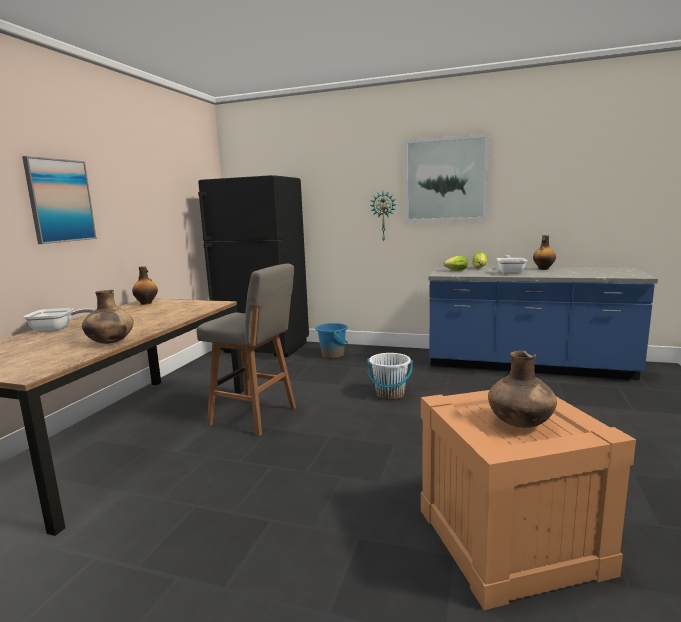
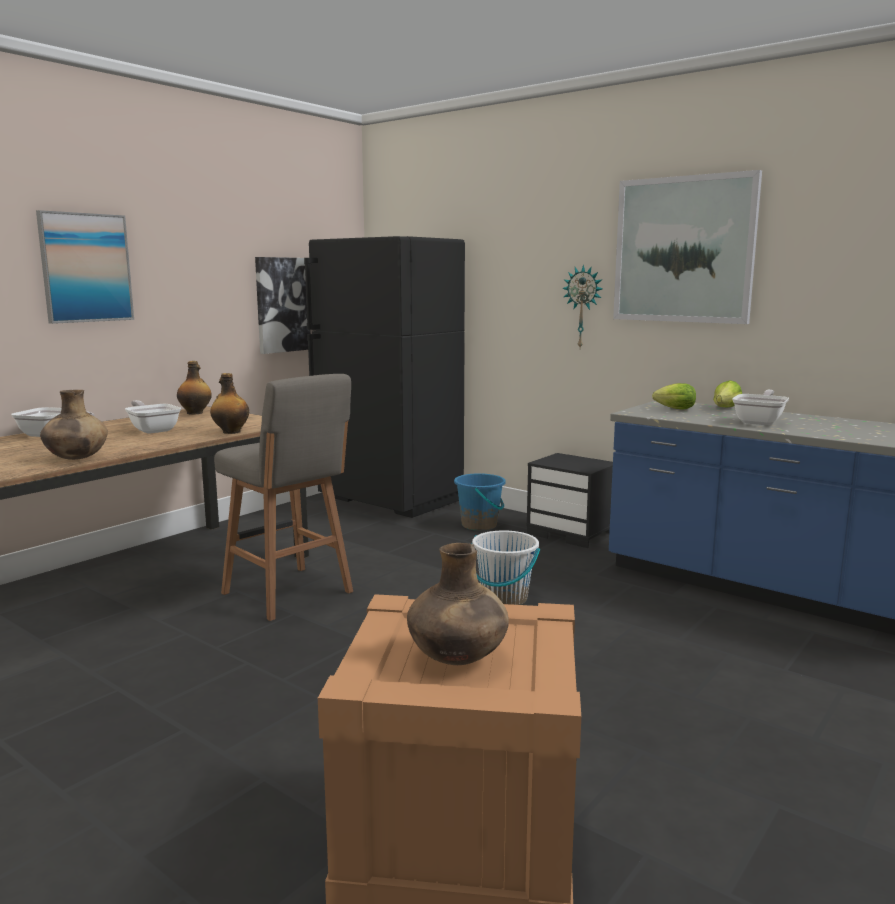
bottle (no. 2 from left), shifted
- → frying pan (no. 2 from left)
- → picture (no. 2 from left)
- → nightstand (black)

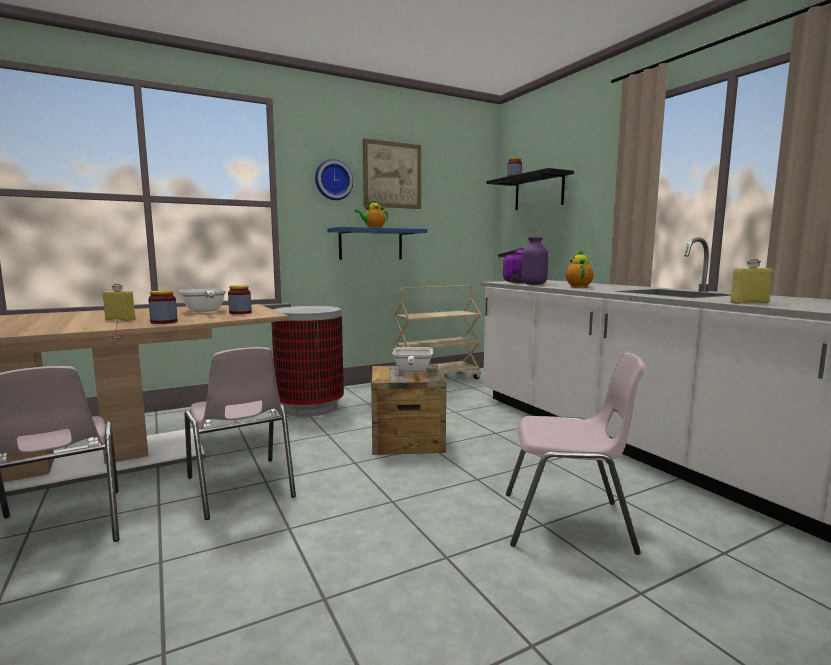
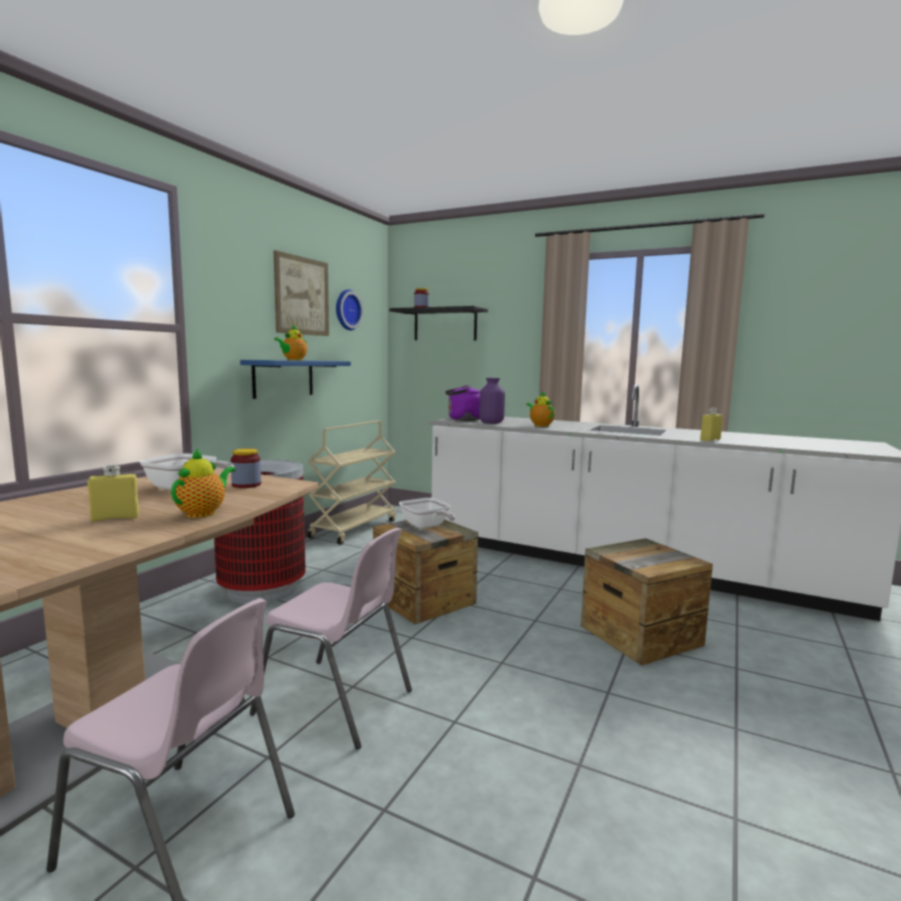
jar (no. 1 from left) → teapot (no. 1 from left)
wall clock, shifted
chair (pink) (no. 3 from left) → crate (no. 2 from left)

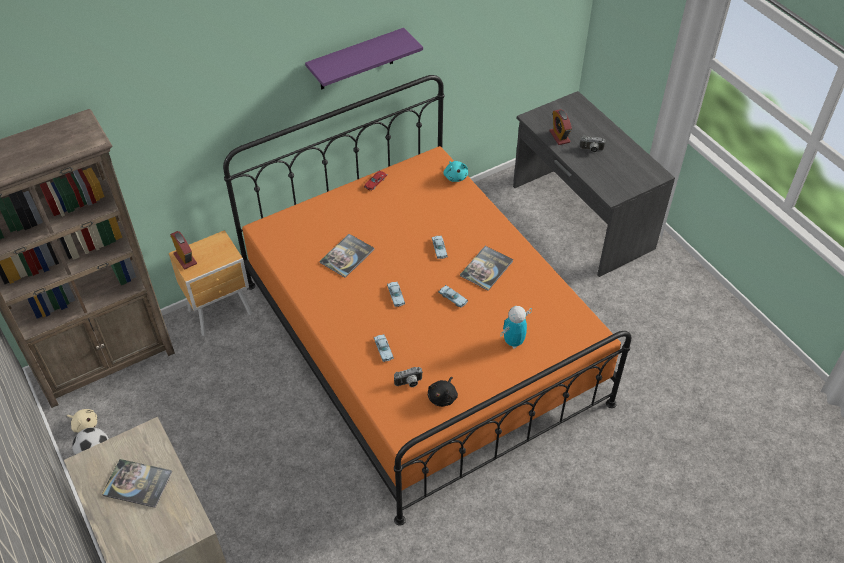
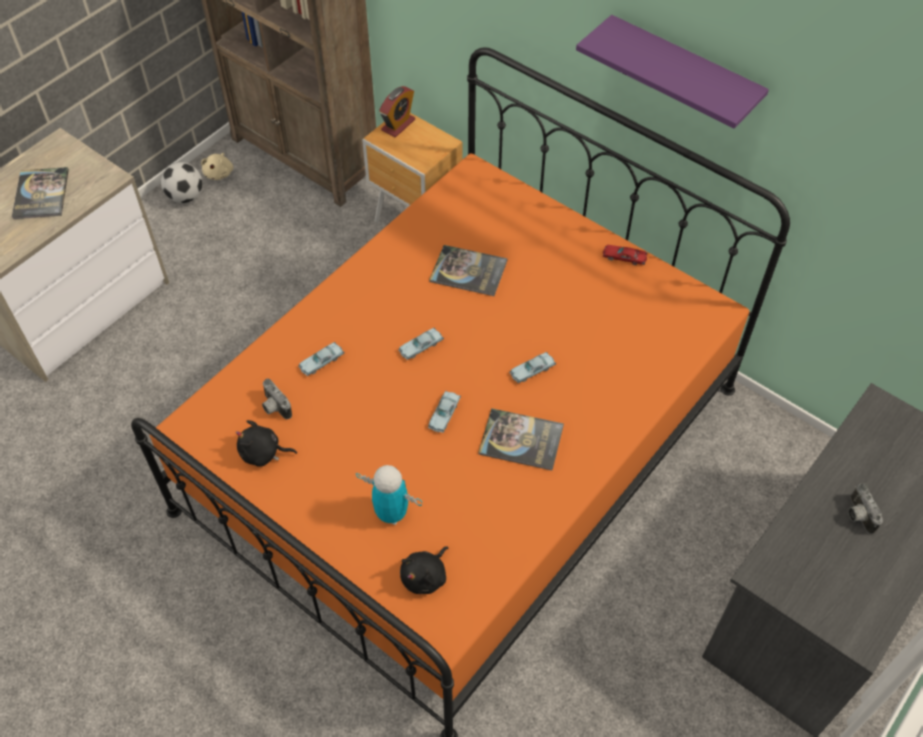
plush toy (turquoise) → -
alarm clock (no. 2 from left) → -
- → plush toy (black) (no. 2 from left)

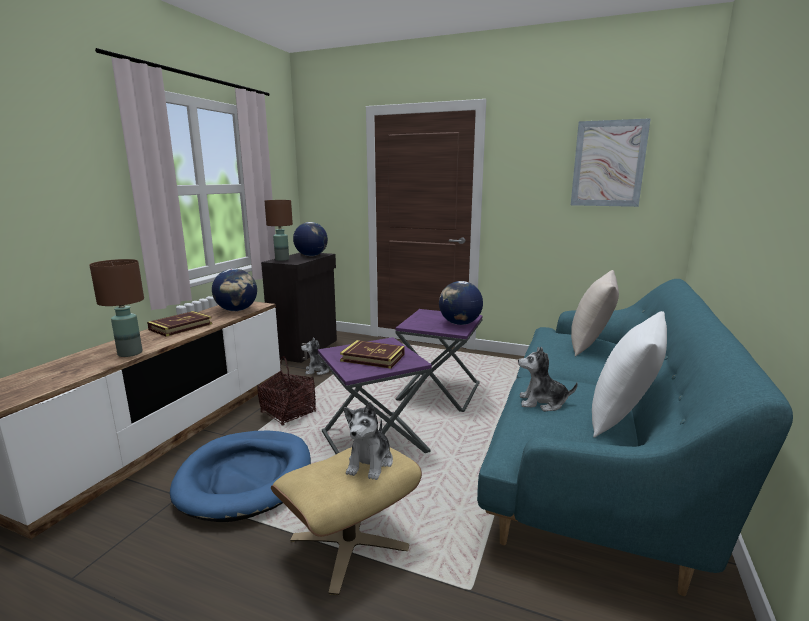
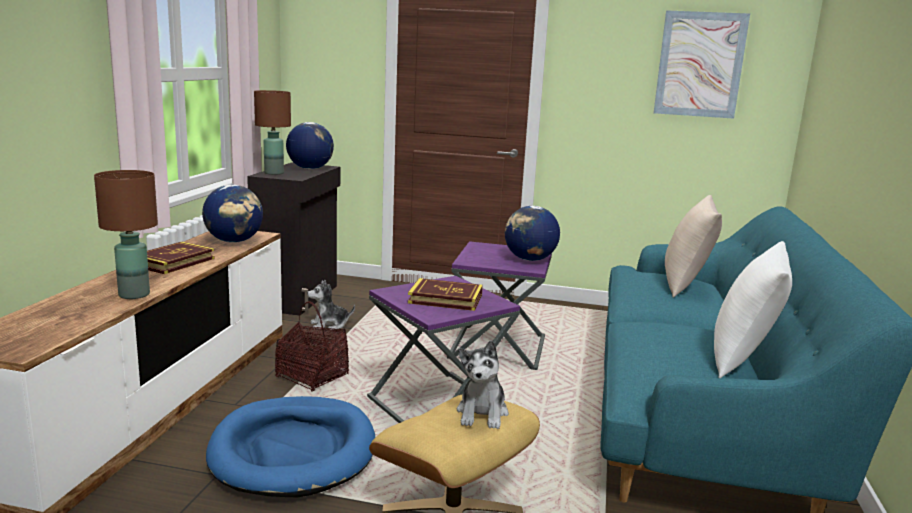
plush toy (no. 3 from left) → -

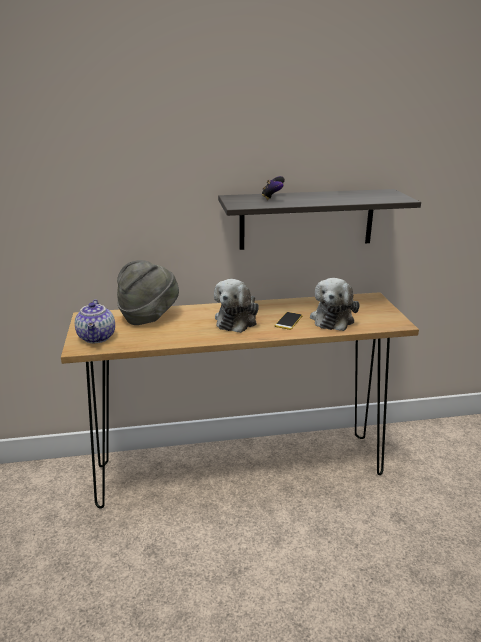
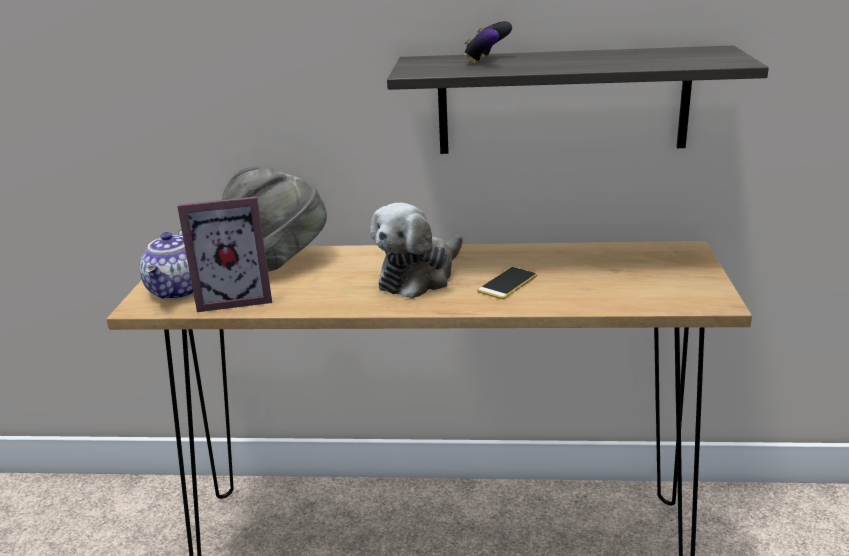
plush toy (no. 2 from left) → -
- → picture frame

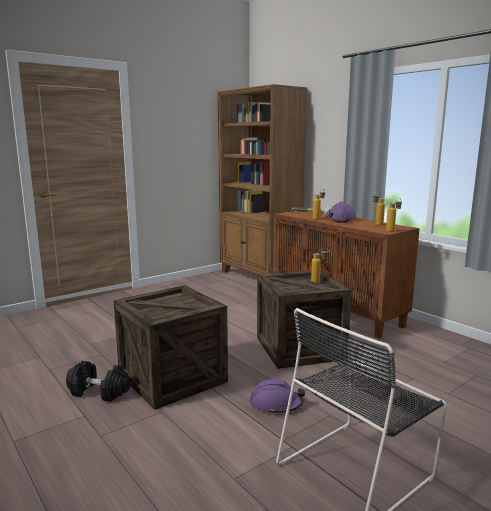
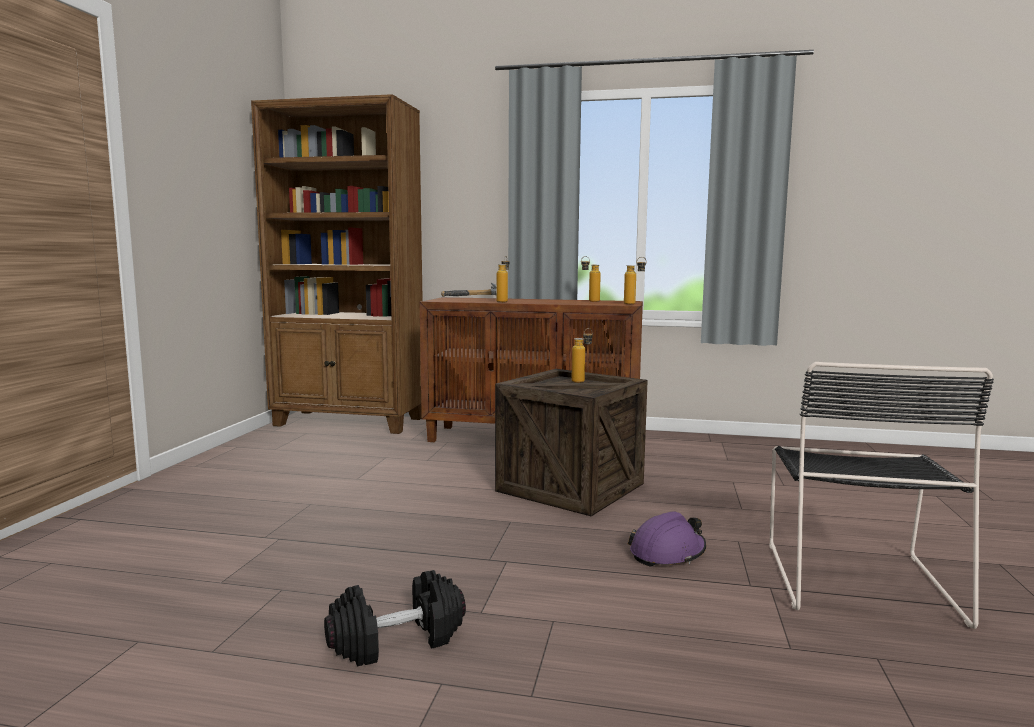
crate (no. 1 from left) → -
hard hat (purple) (no. 2 from left) → -

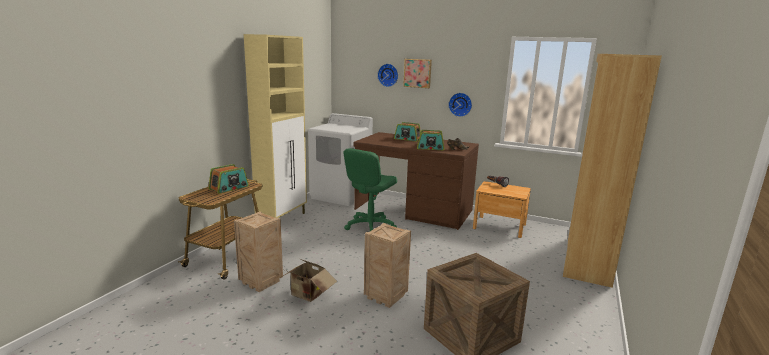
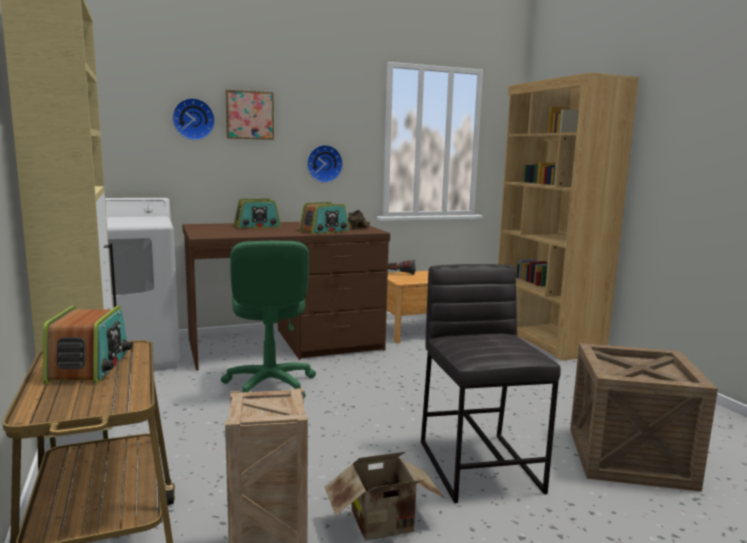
crate (no. 2 from left) → stool (grey)

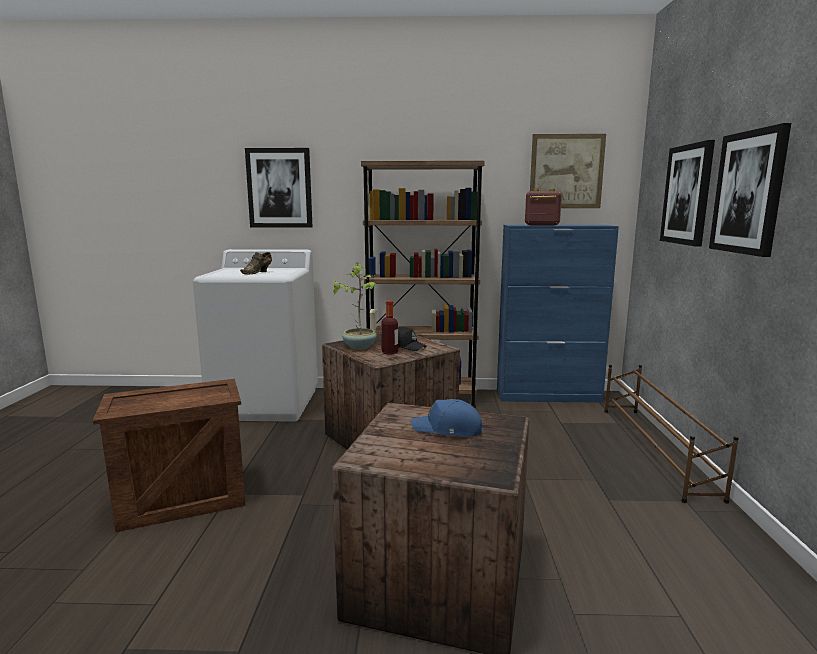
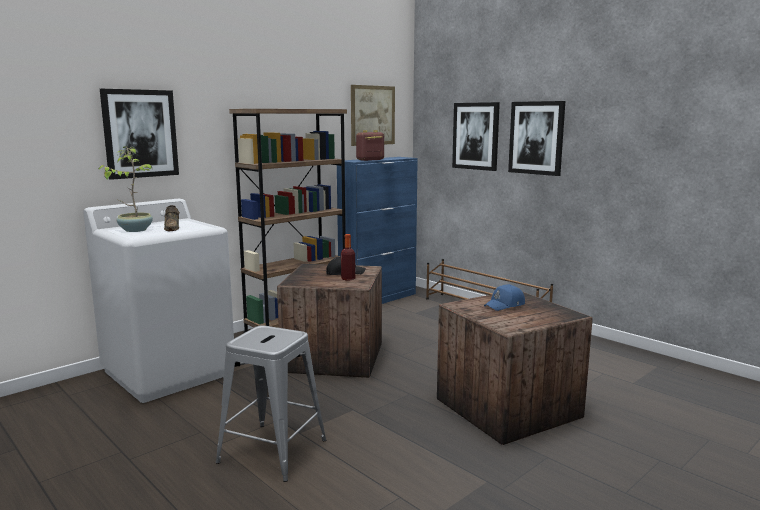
crate (no. 1 from left) → stool (grey)
potted plant, shifted

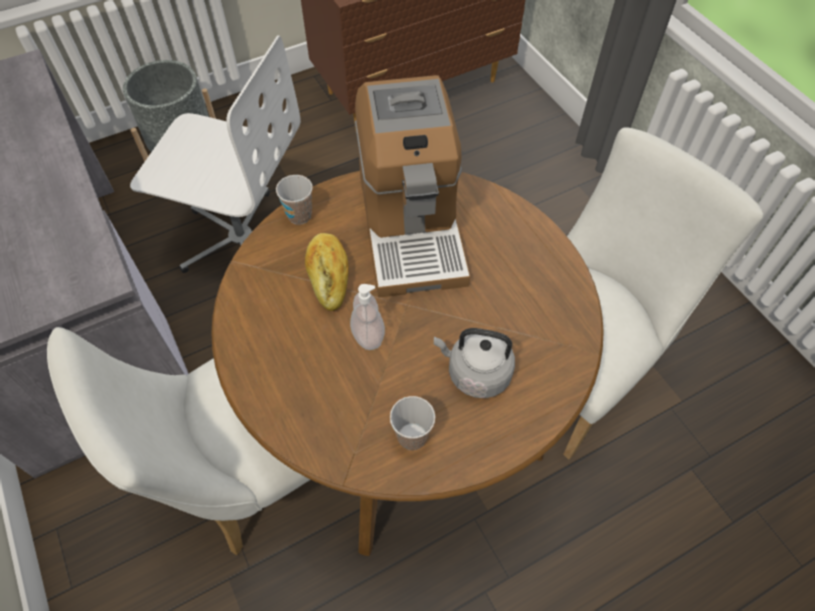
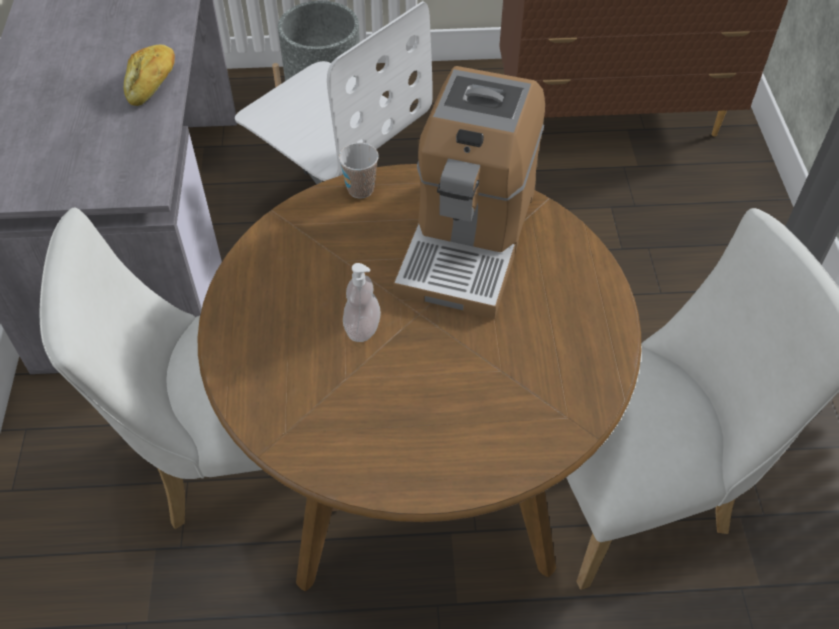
bread, shifted
cup (no. 2 from left) → -
kettle (grey) → -

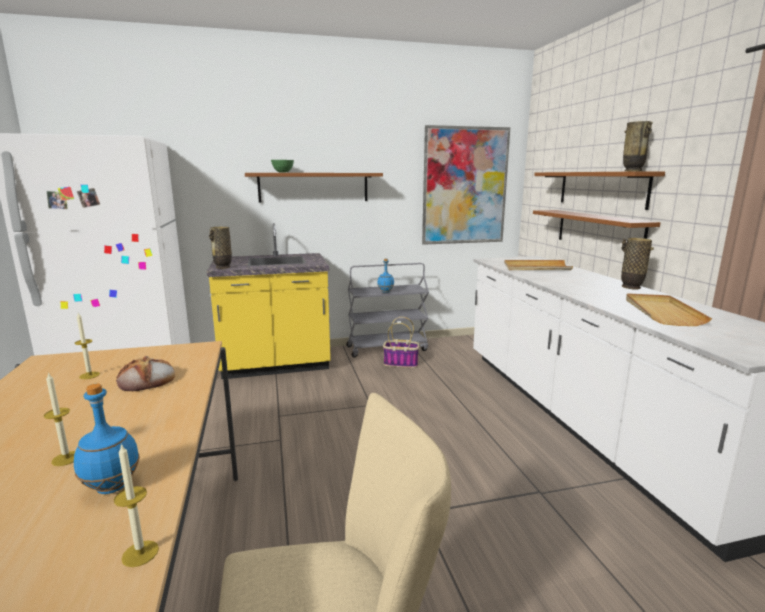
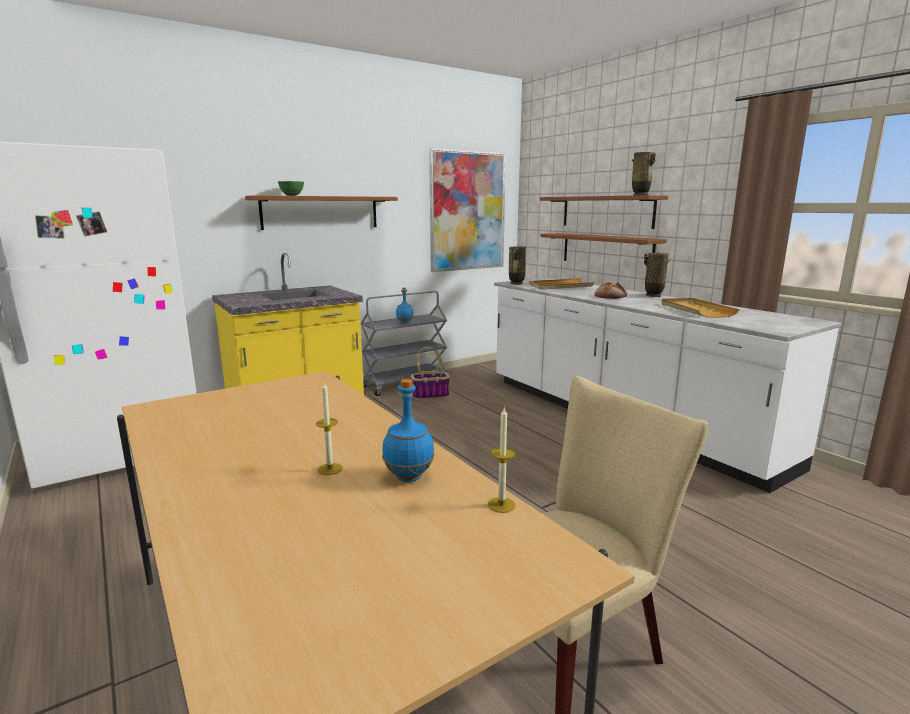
candle (no. 2 from left) → -
bread, shifted
vase (no. 1 from left), shifted

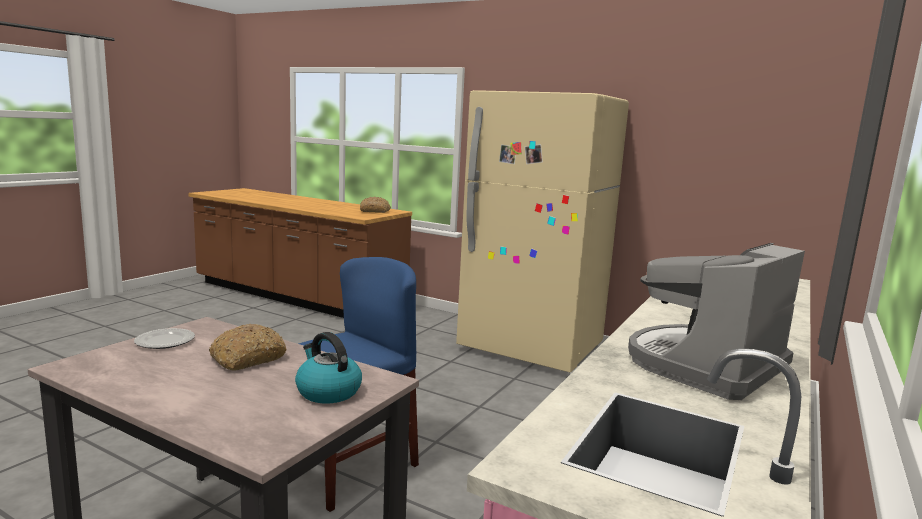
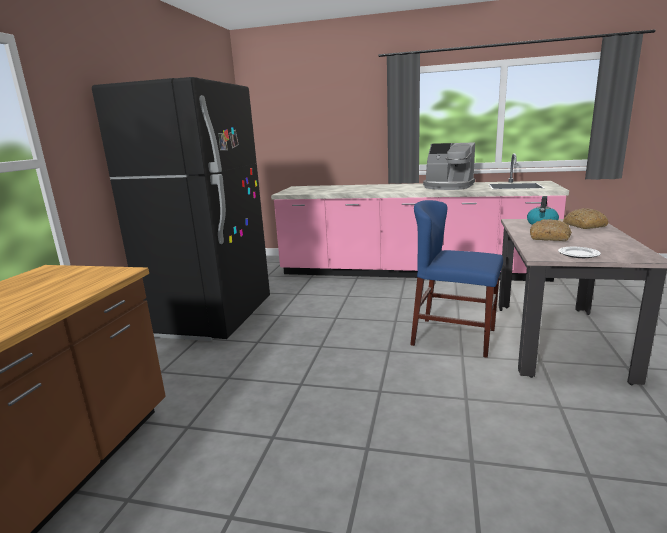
bread (no. 2 from left), shifted
fridge (beige) → fridge (black)

